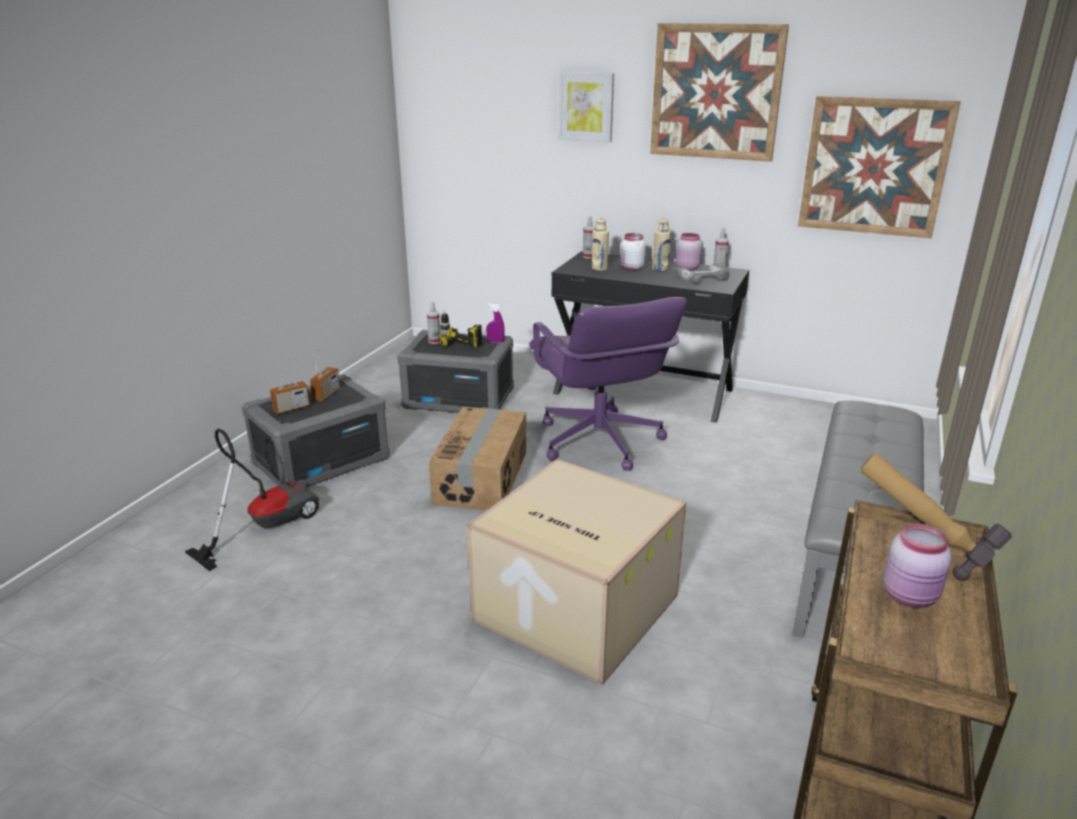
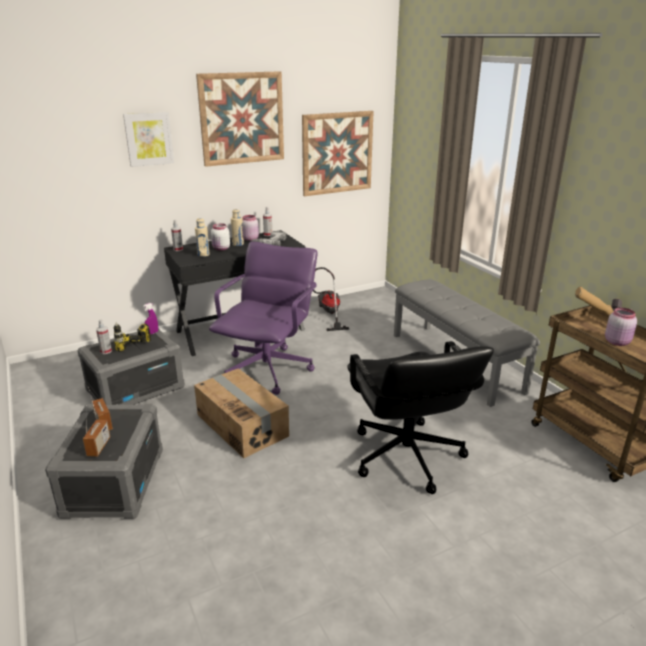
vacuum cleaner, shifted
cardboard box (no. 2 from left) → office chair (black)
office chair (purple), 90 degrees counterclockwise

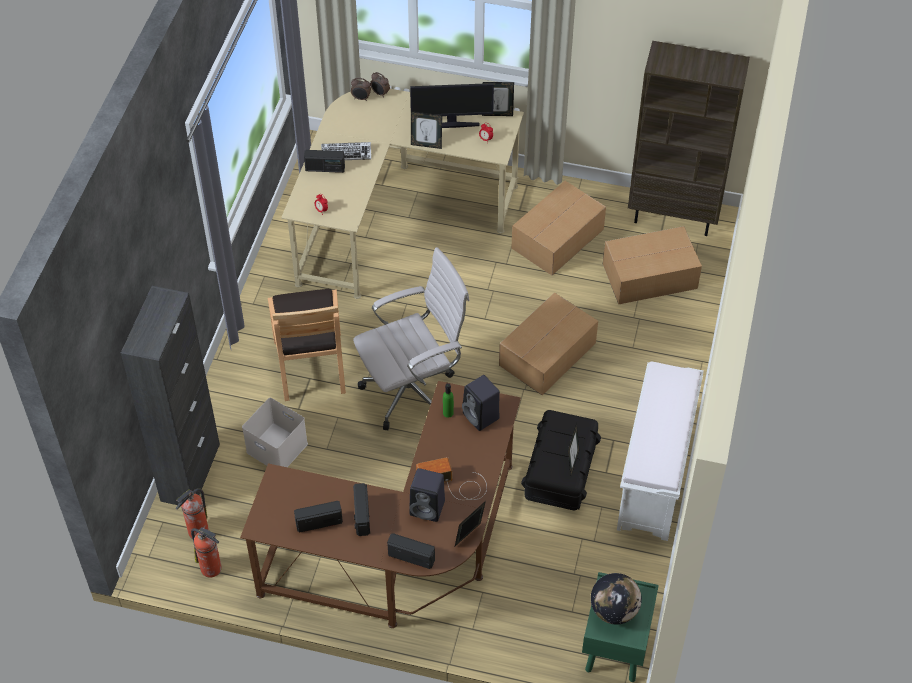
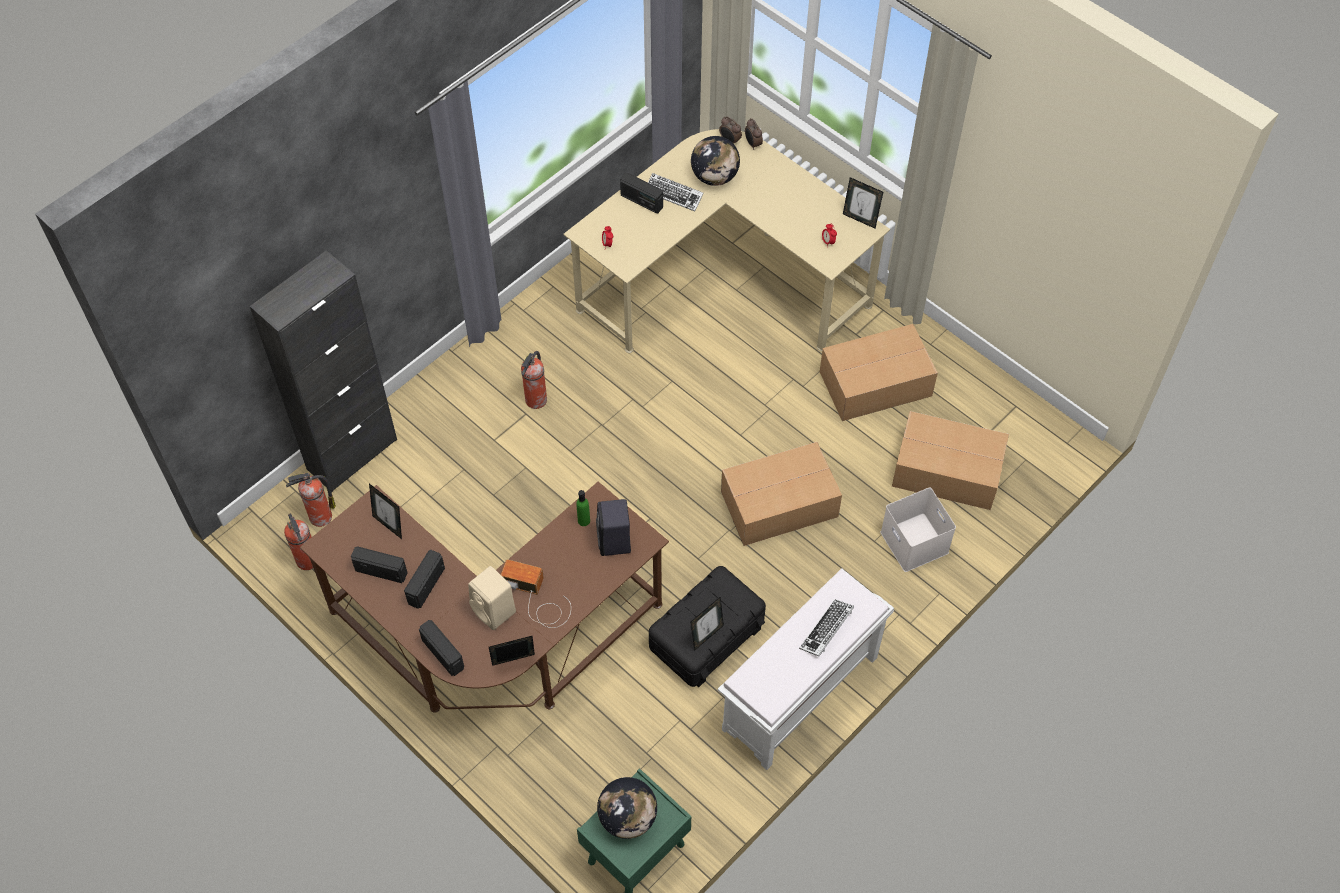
storage box (white), shifted
chair (brown) → fire extinguisher (no. 3 from left)
office chair (white) → -
speaker (black) (no. 1 from left) → speaker (beige)
monitor → -
picture frame (no. 1 from left), shifted
bookcase (brown) → -
- → globe (no. 2 from left)
- → keyboard (no. 2 from left)

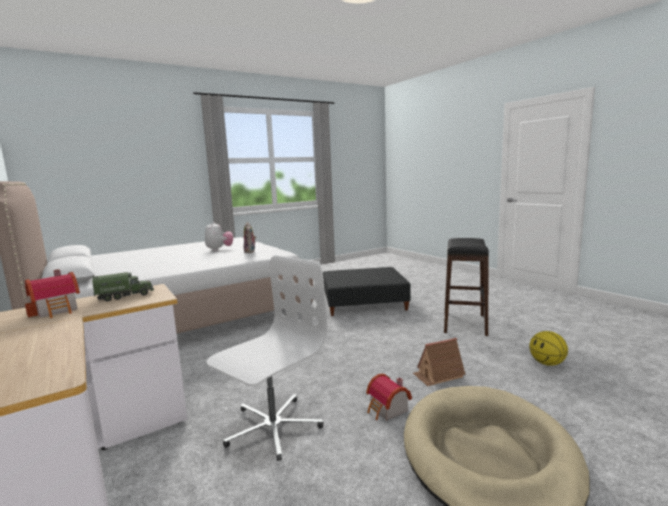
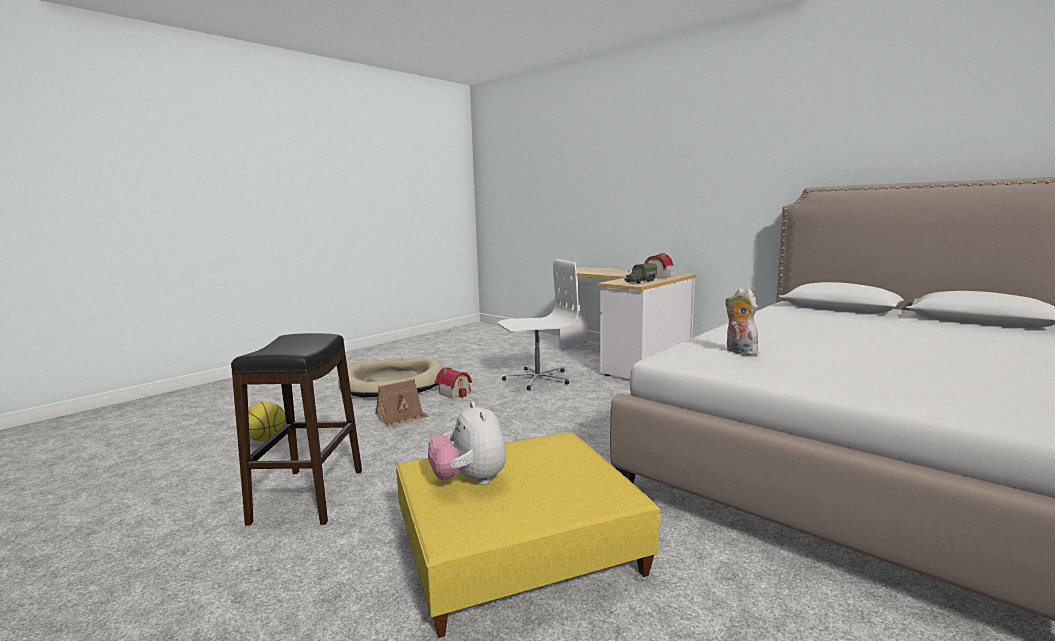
plush toy (no. 1 from left), shifted
office chair (white), 135 degrees counterclockwise
ottoman (black) → ottoman (yellow)

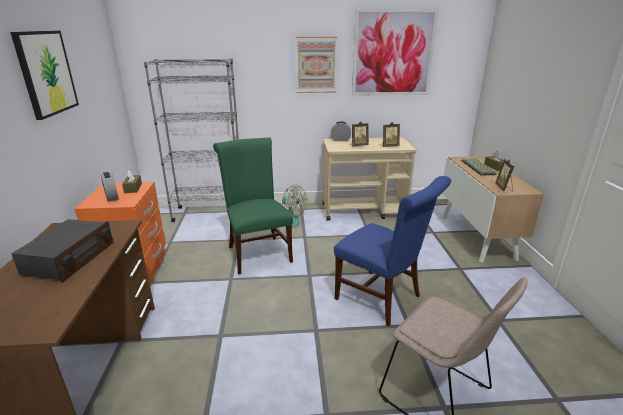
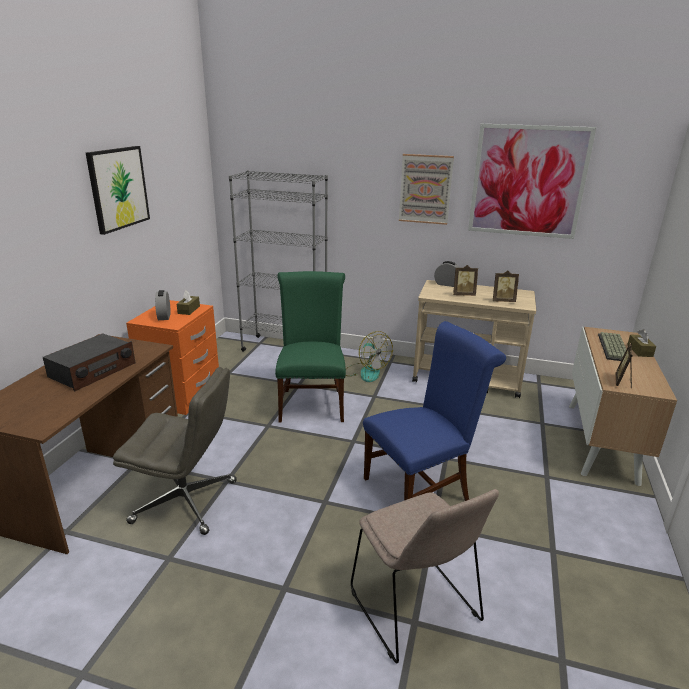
chair (blue), 90 degrees counterclockwise
- → office chair (grey)

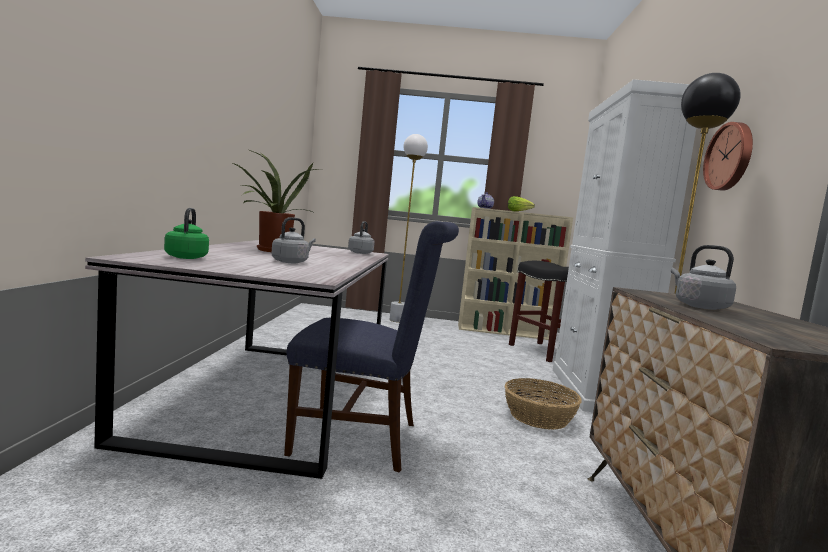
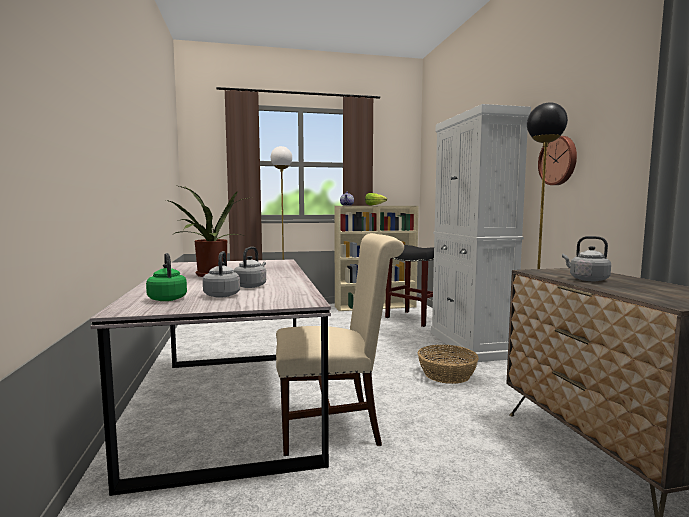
chair (blue) → chair (beige)
kettle (grey) (no. 2 from left in the first image) → kettle (grey) (no. 1 from left), shifted

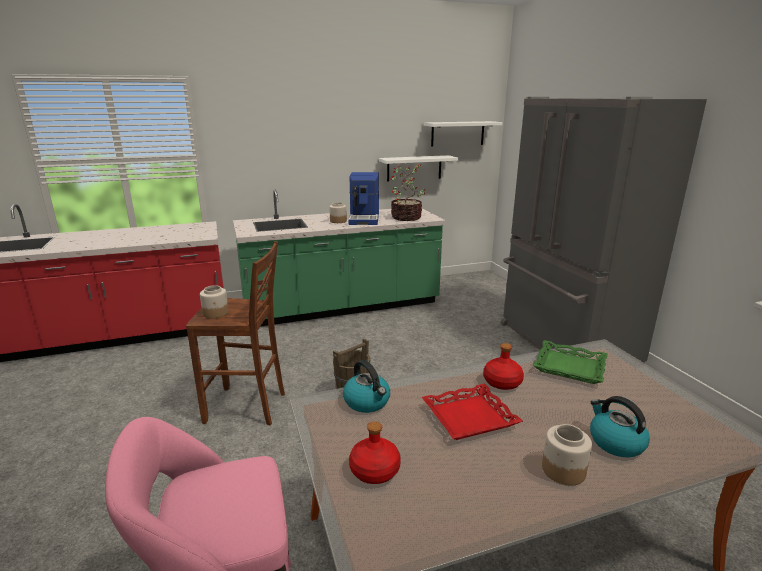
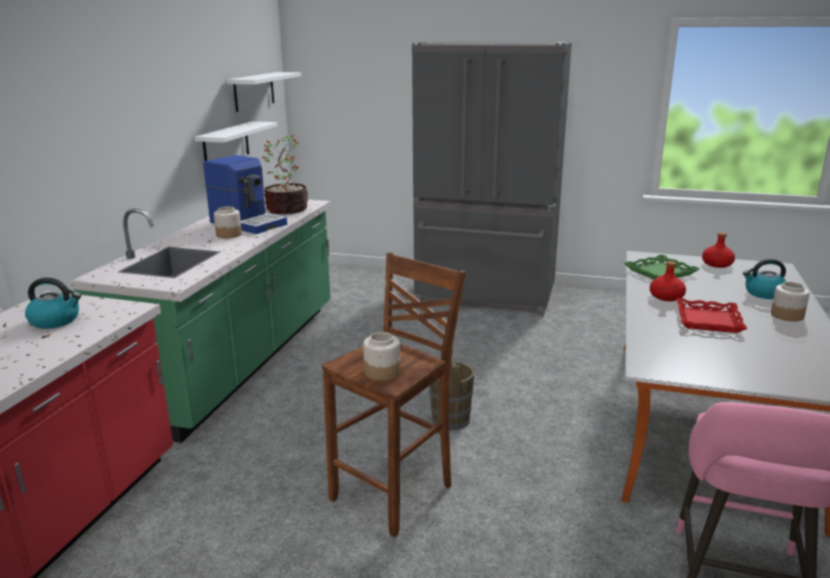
kettle (no. 1 from left), shifted
bottle (red) (no. 1 from left in the first image) → bottle (red) (no. 2 from left), shifted

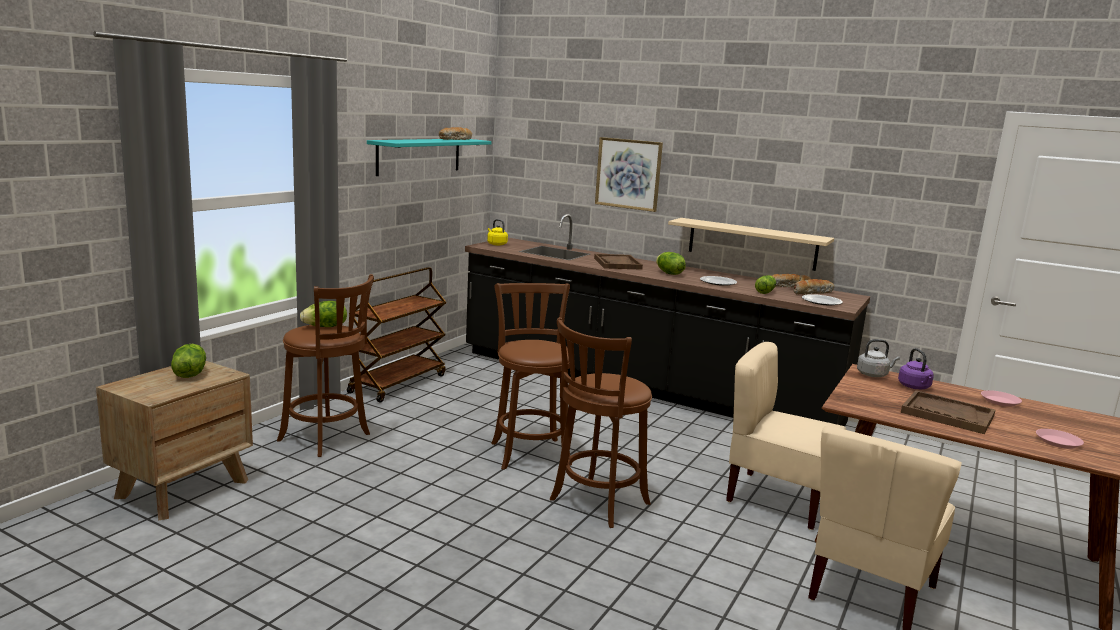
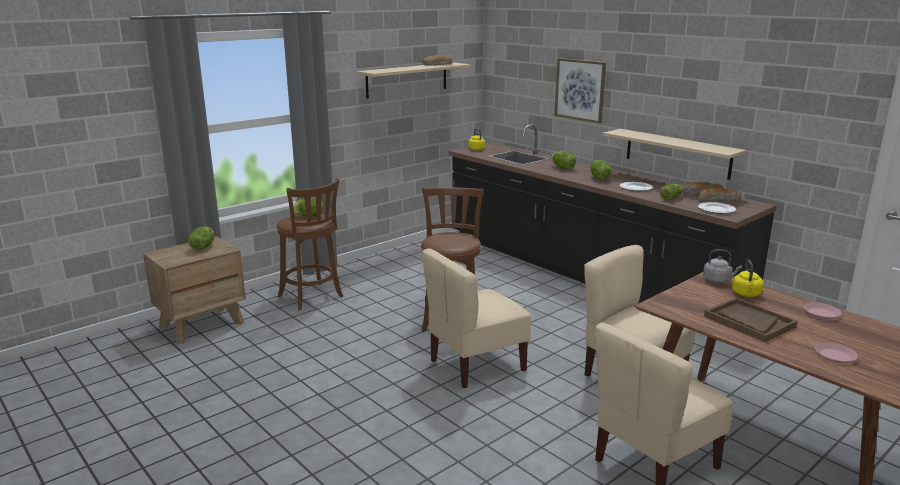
cart (brown) → -
shelf (turquoise) → shelf (beige) (no. 1 from left)
stool (brown) (no. 3 from left) → chair (beige) (no. 1 from left)
tray (brown) (no. 1 from left) → lettuce (no. 3 from left)
kettle (purple) → kettle (yellow) (no. 2 from left)

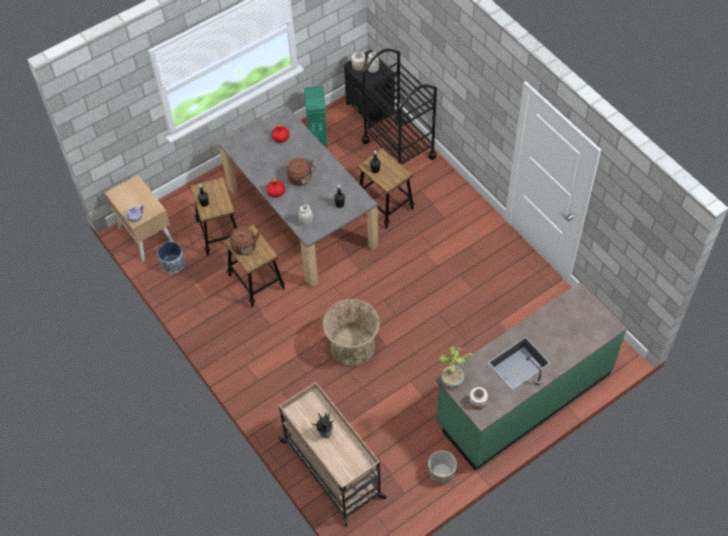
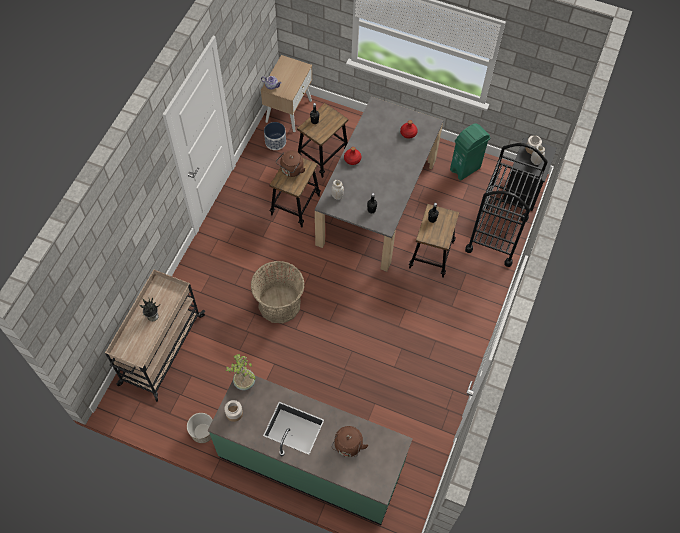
kettle (brown) (no. 2 from left), shifted

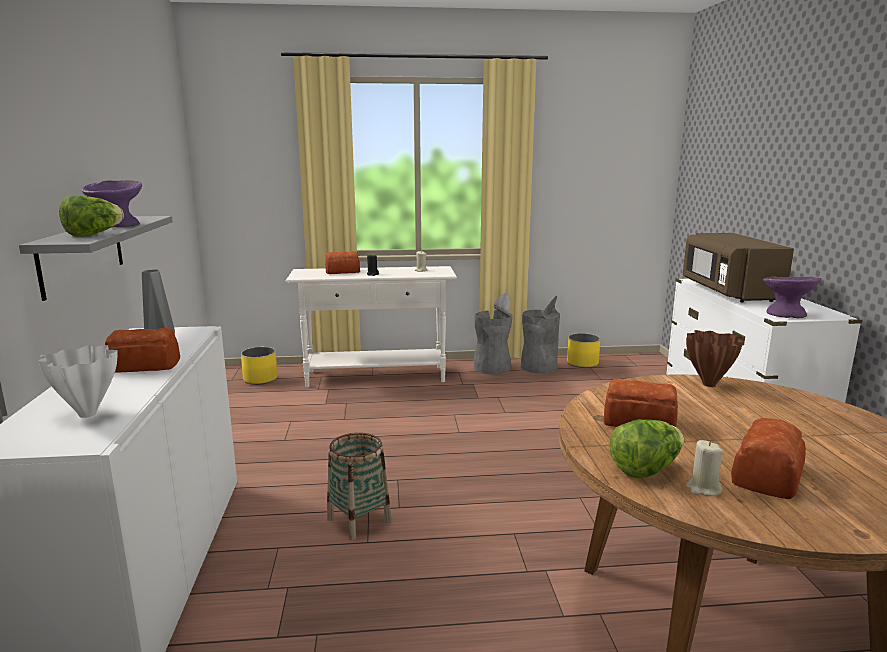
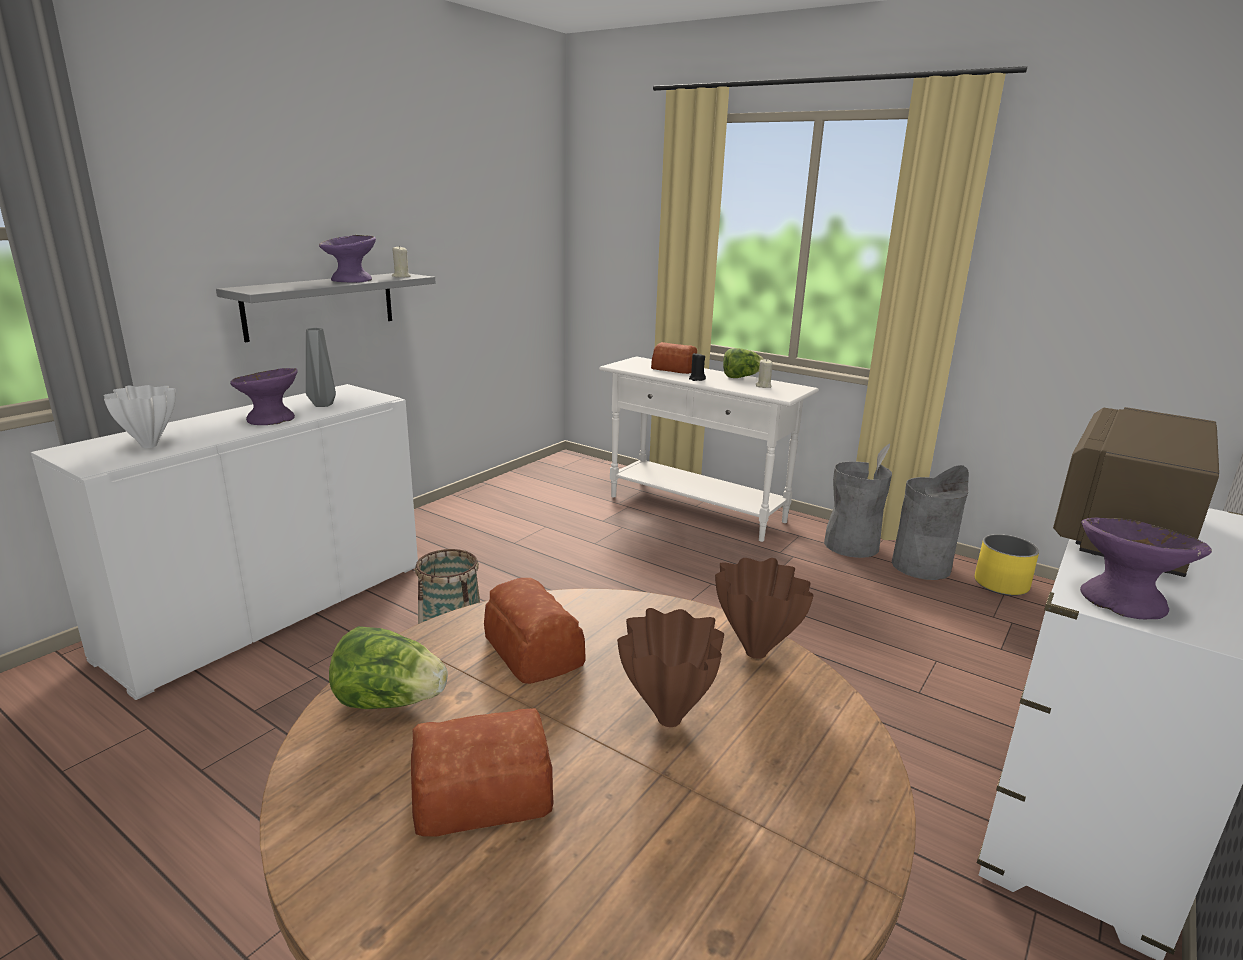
lettuce (no. 1 from left in the first image) → lettuce (no. 2 from left), shifted
bread (no. 1 from left) → bowl (purple) (no. 1 from left)
planter (yellow) (no. 1 from left) → -
candle (beige) (no. 2 from left in the first image) → candle (beige) (no. 1 from left), shifted
- → vase (brown) (no. 1 from left)

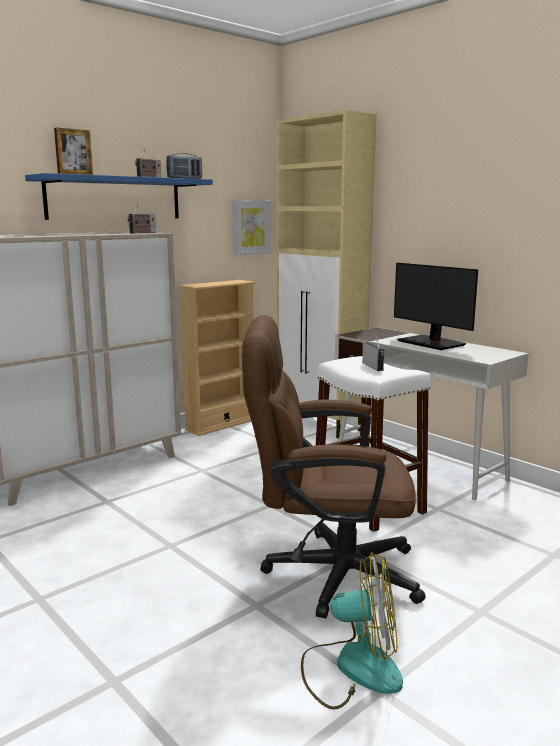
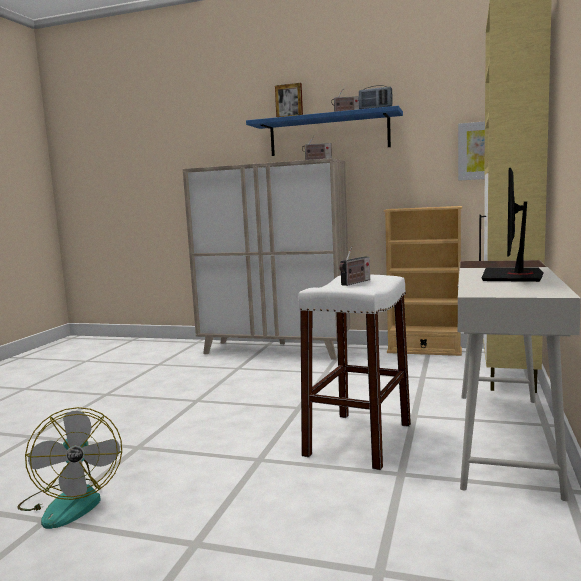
office chair (brown) → -

